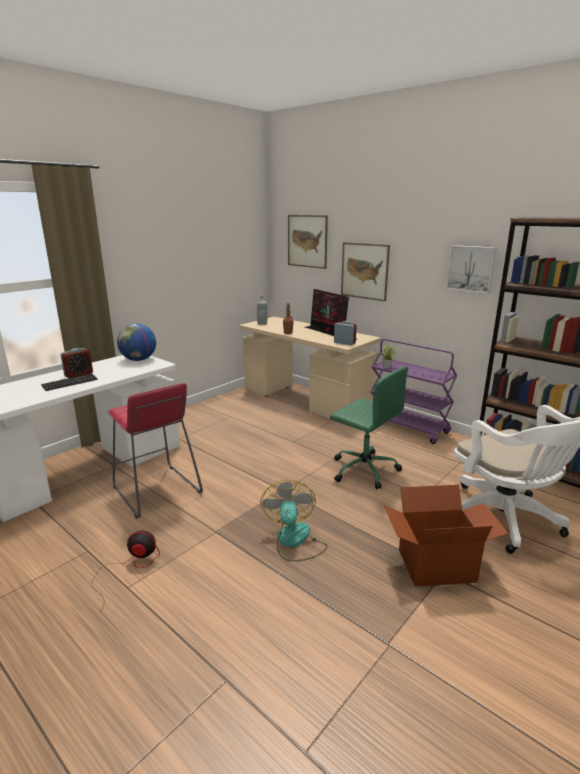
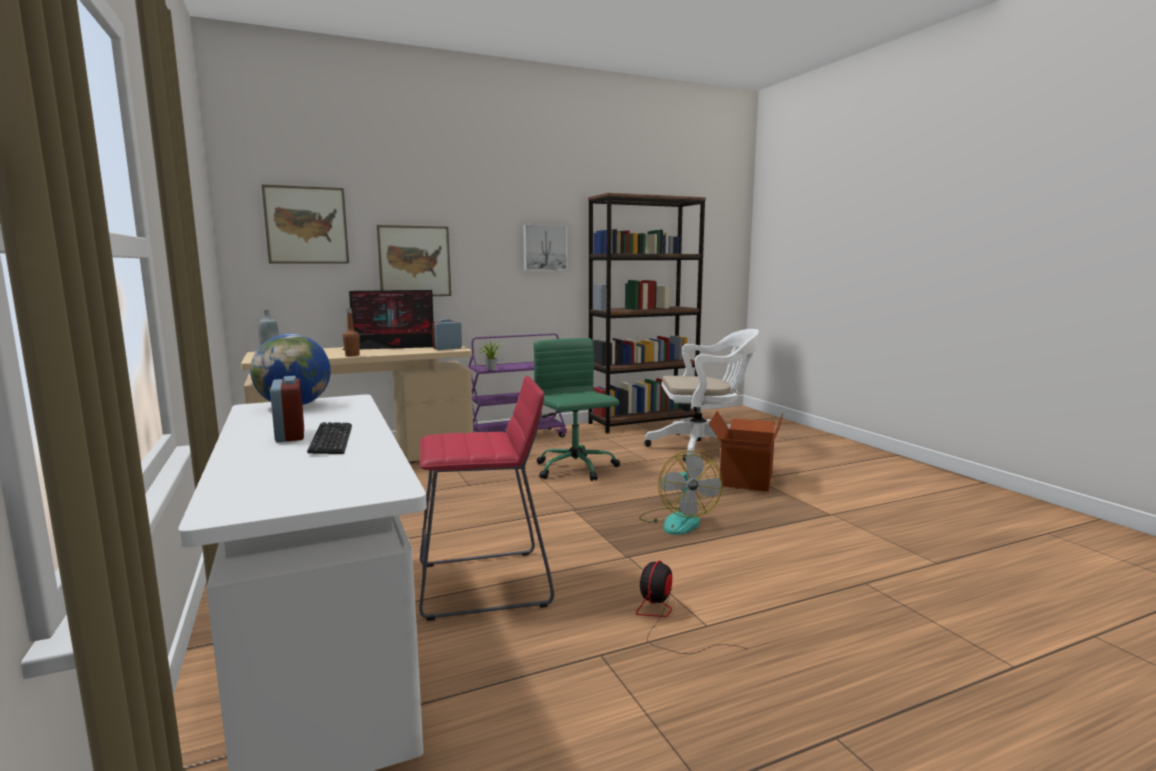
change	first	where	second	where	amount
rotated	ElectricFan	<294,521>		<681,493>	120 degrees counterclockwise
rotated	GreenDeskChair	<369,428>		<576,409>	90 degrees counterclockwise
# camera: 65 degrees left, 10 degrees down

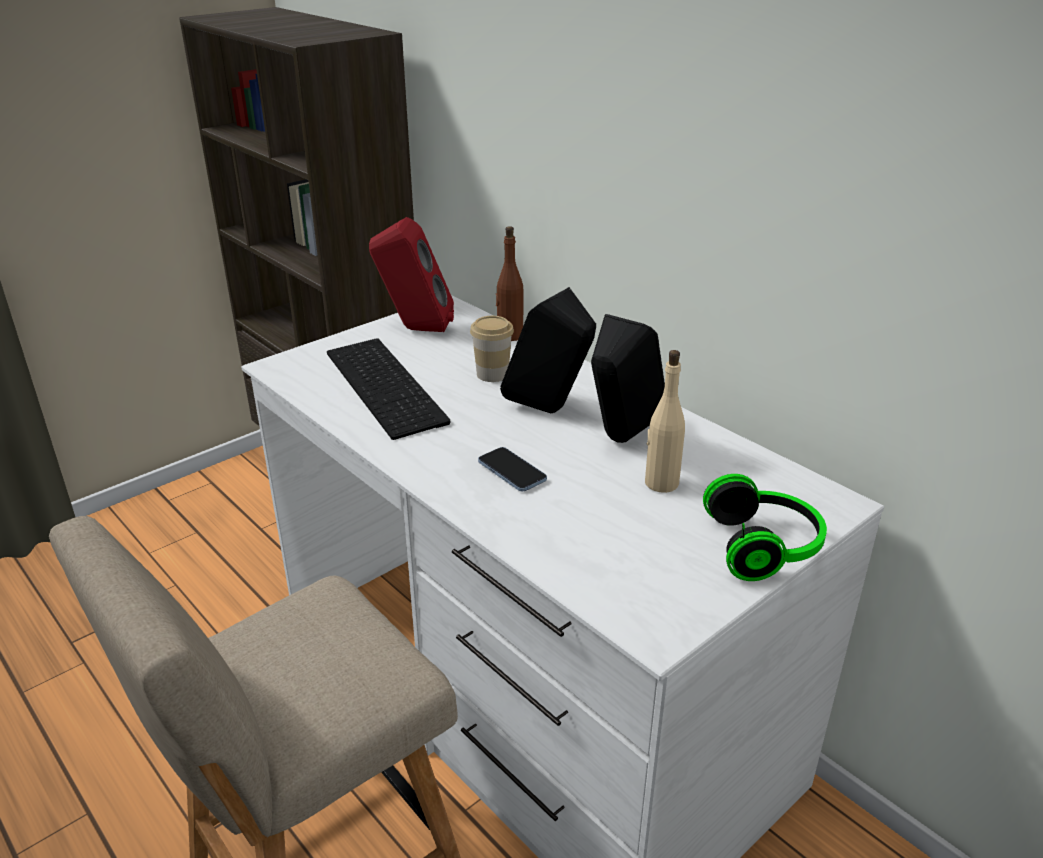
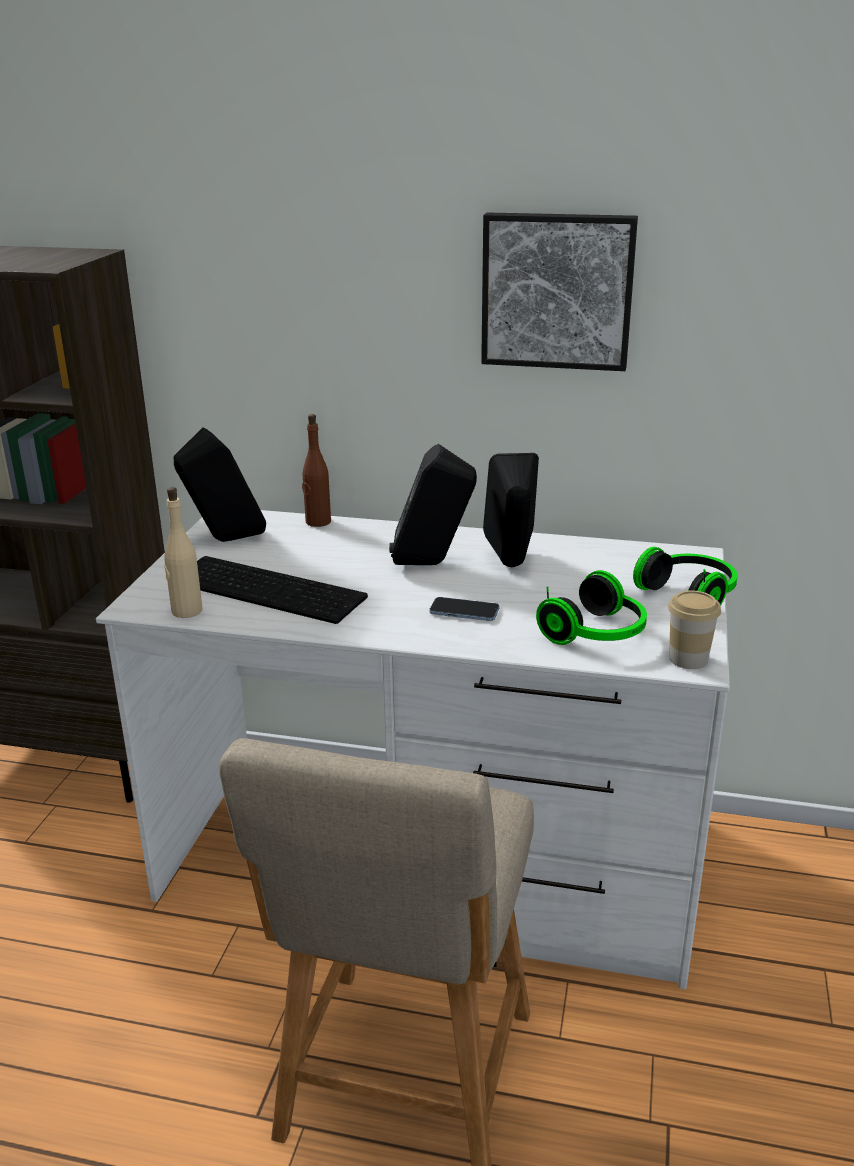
change	first	where	second	where	amount
repainted	RedLoudspeaker	<411,274>	BlackColouredLoudspeaker	<220,484>	
shifted	SmallCup	<492,349>		<694,630>	
shifted	SandColouredBeverageBottle	<665,421>		<183,552>	
new			WallArt	<559,291>	
new			Headphones	<591,607>	
# camera: 35 degrees left, 5 degrees down

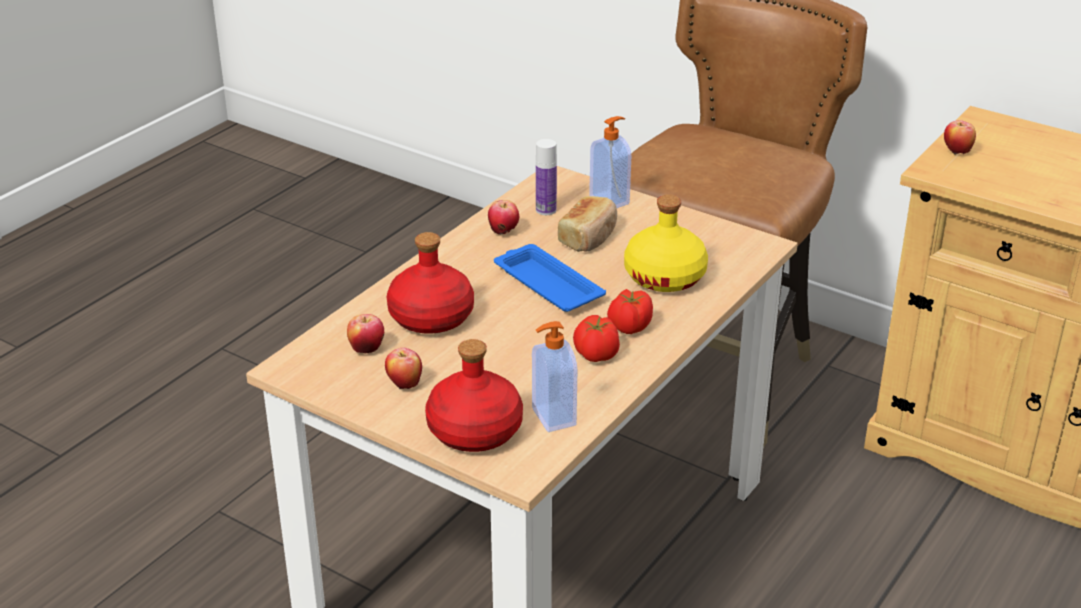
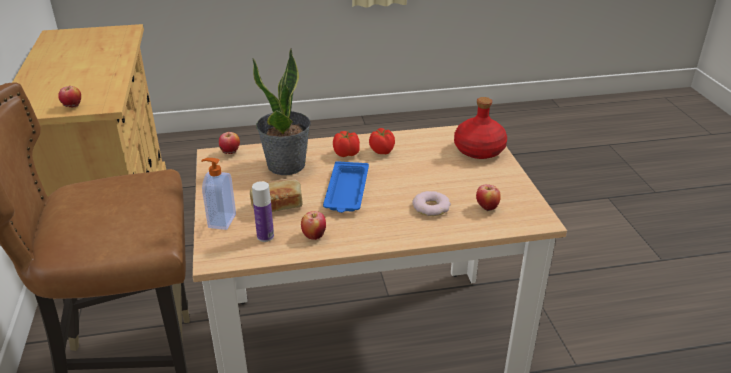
change	first	where	second	where	amount
shifted	AppleFruit	<403,368>		<229,143>	
swapped	RedBeverageBottle	<430,283>	RingDoughnut	<431,203>	
gone	SoapDispenser	<554,376>			
swapped	YellowColouredBeverageBottle	<666,243>	Houseplant	<282,112>	
# camera: 135 degrees left, 0 degrees up

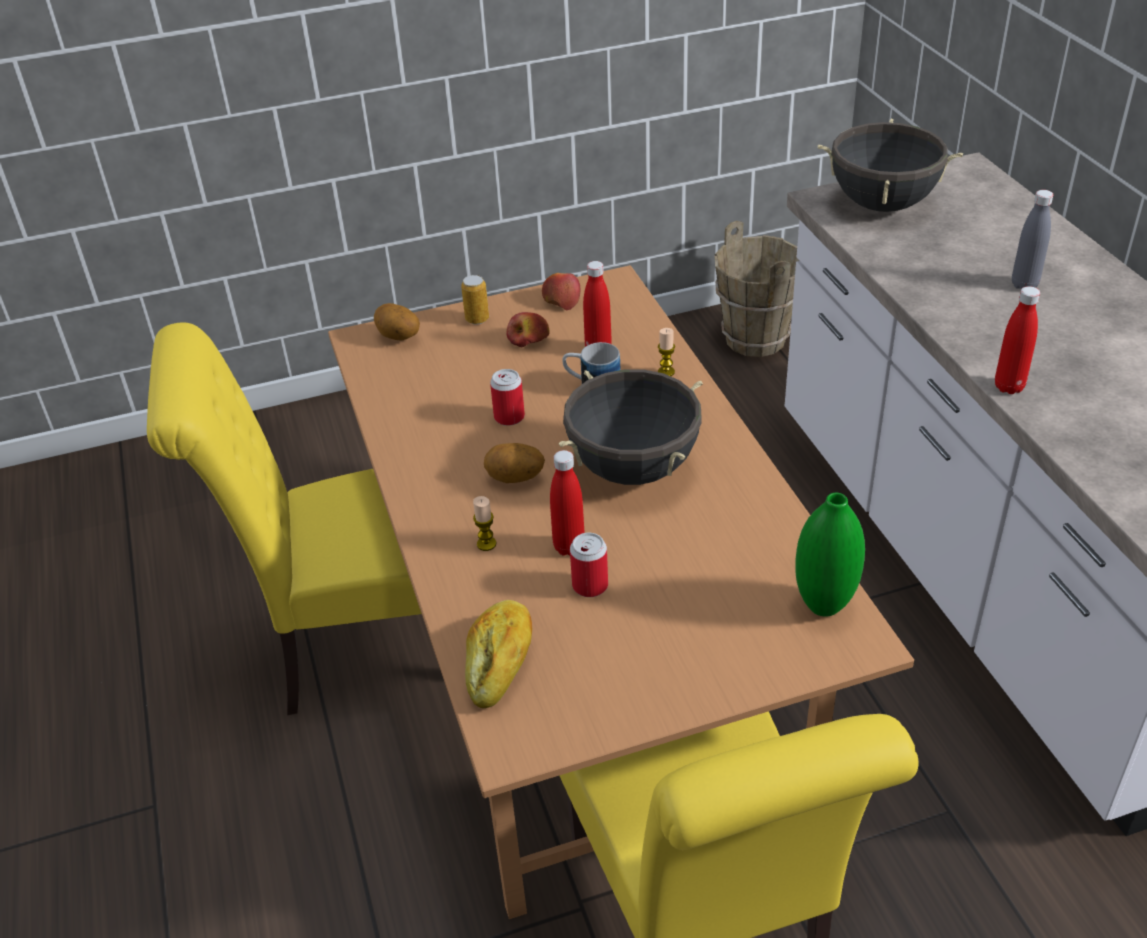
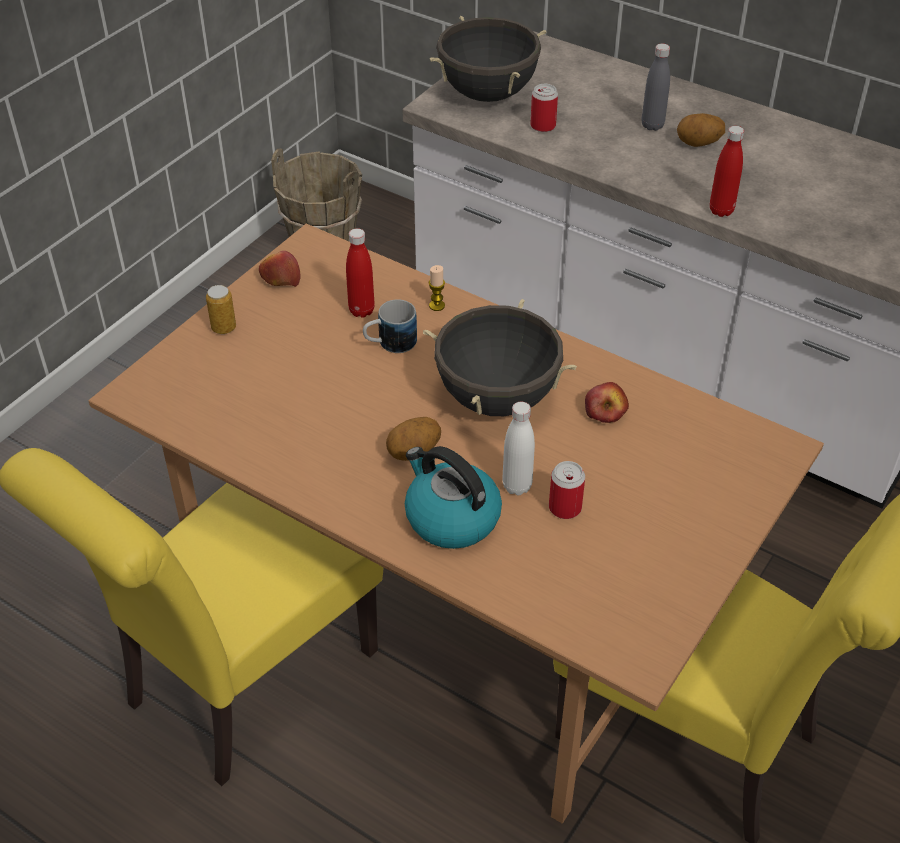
change	first	where	second	where	amount
shifted	WholePotato	<397,321>		<701,130>	
gone	BakedBread	<499,654>			
swapped	WaxLight	<484,523>	WaterKettle	<453,497>	
shifted	SealedCan	<507,397>		<544,108>	
shifted	AppleFruit	<528,330>		<607,402>	
repainted	RedBeverageBottle	<567,503>	WhitishBeverageBottle	<518,448>	
gone	GreenVase	<830,555>			
# camera: 40 degrees left, 5 degrees up

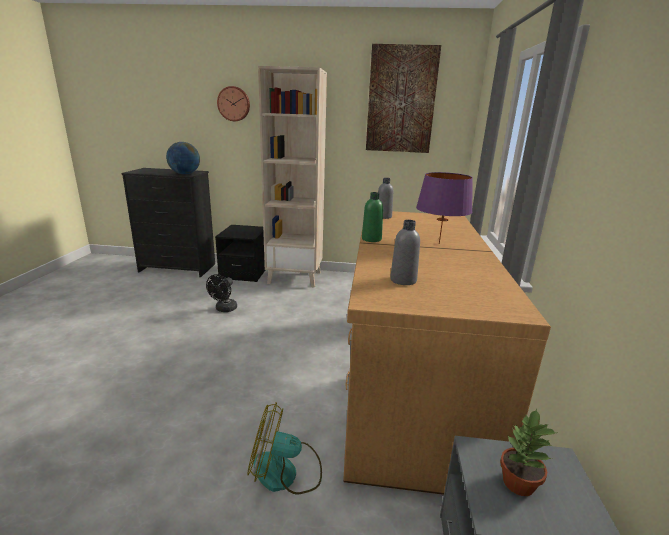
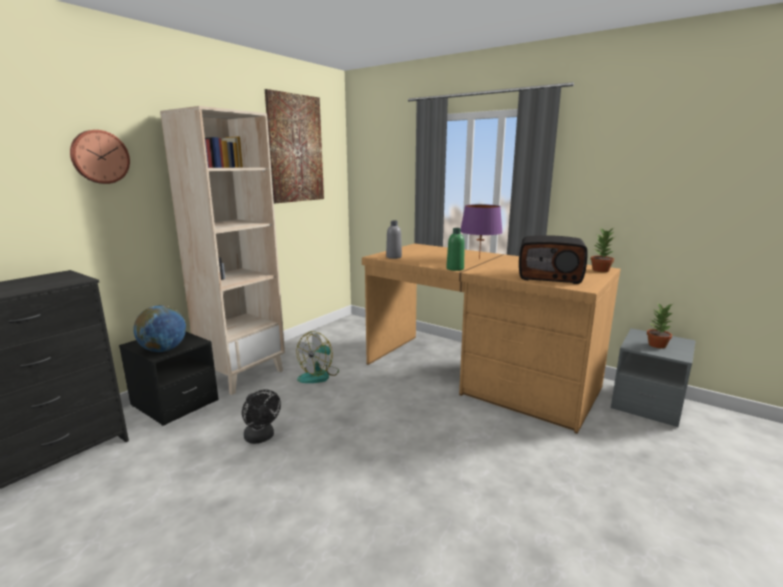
change	first	where	second	where	amount
shifted	Globe	<183,158>		<159,328>	
shifted	ElectricFan	<284,448>		<317,357>	
swapped	GrayBeverageBottle	<405,252>	Radio	<553,259>	
new			Houseplant	<602,250>	
# camera: 60 degrees left, 5 degrees down

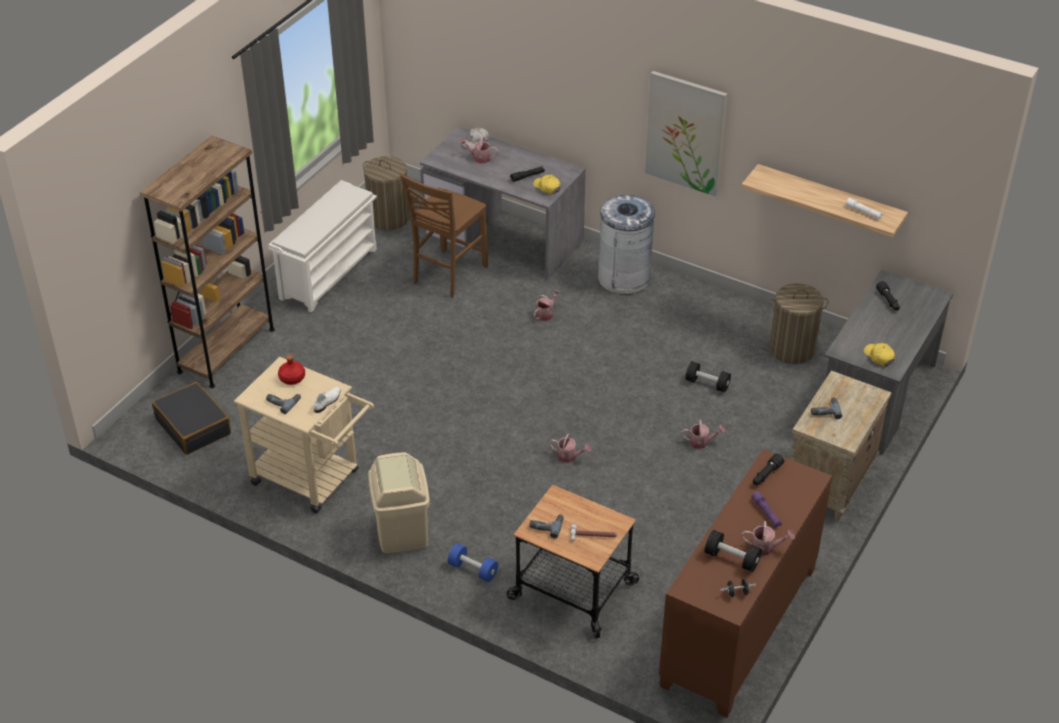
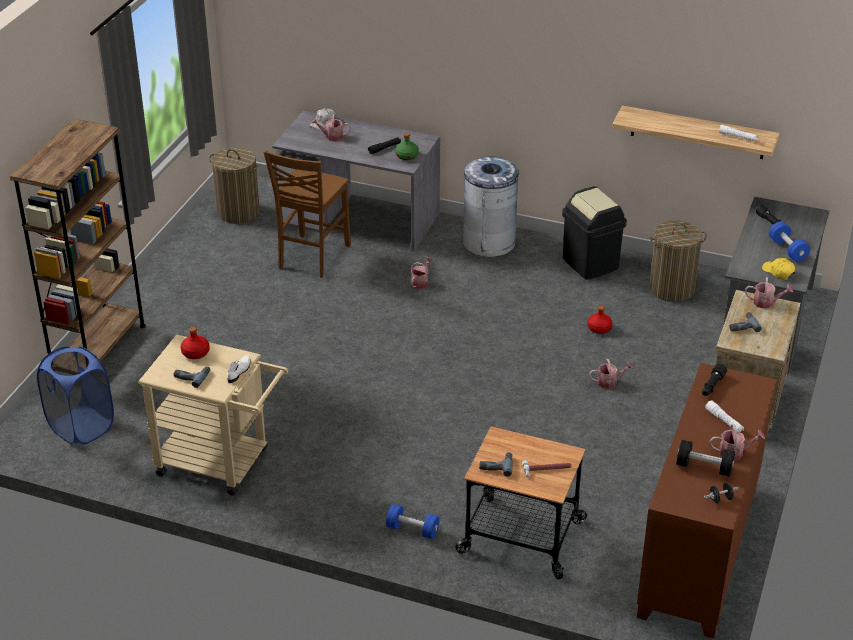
change	first	where	second	where	amount
swapped	BlackColouredTravelCase	<191,418>	BluishHamper	<75,395>	
gone	WhitishShoeShelf	<322,246>			
gone	SandColouredWasteBin	<399,502>			
swapped	YellowColouredBaseballCap	<547,184>	GreenBeverageBottle	<407,146>	
shifted	WateringCan	<570,448>		<769,293>	
gone	WallArt	<686,134>			
swapped	BlackColouredDumbbell	<708,376>	RedBeverageBottle	<599,320>	
repainted	PurpleHandTorch	<766,509>	WhitishHandTorch	<724,416>	
new			BlackColouredWasteBin	<594,233>	
new			BluishDumbbell	<789,241>	
# camera: 10 degrees left, 5 degrees down

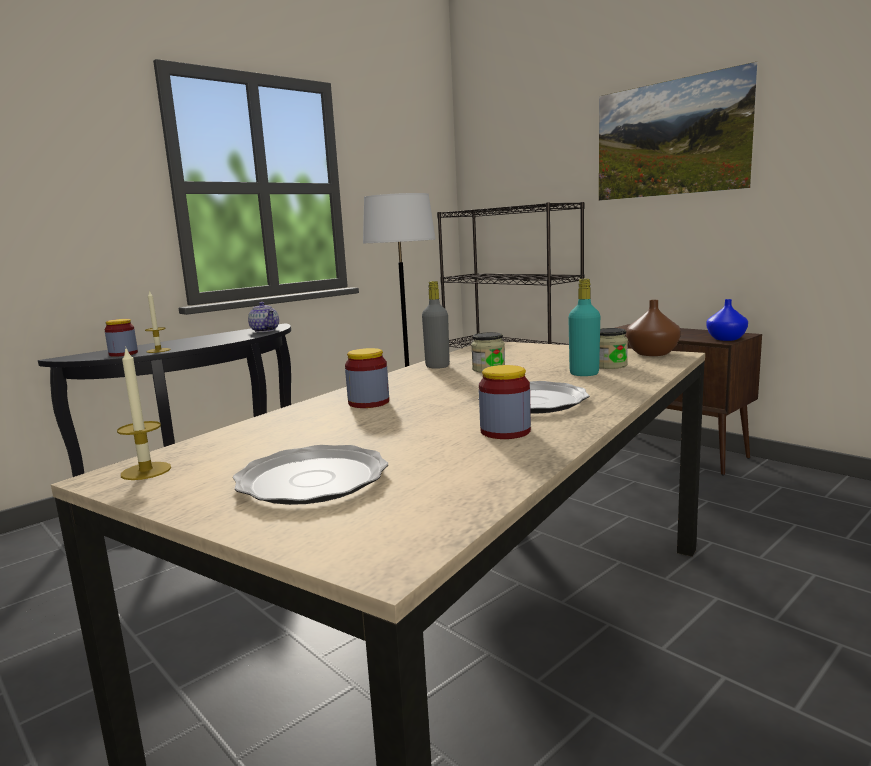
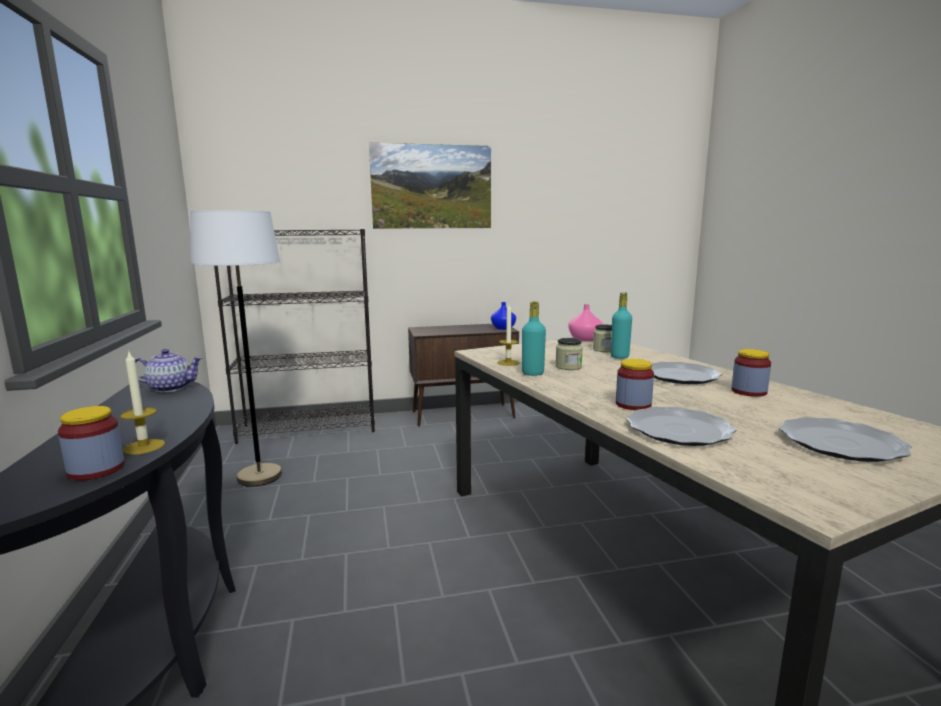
change	first	where	second	where	amount
shifted	WaxLight	<144,413>		<508,335>	
repainted	GrayBeverageBottle	<436,325>	TurquoiseColouredBeverageBottle	<534,338>	
repainted	BrownVase	<653,328>	PinkVase	<585,323>	
new			DinnerPlate	<681,426>	
# camera: 60 degrees left, 0 degrees up

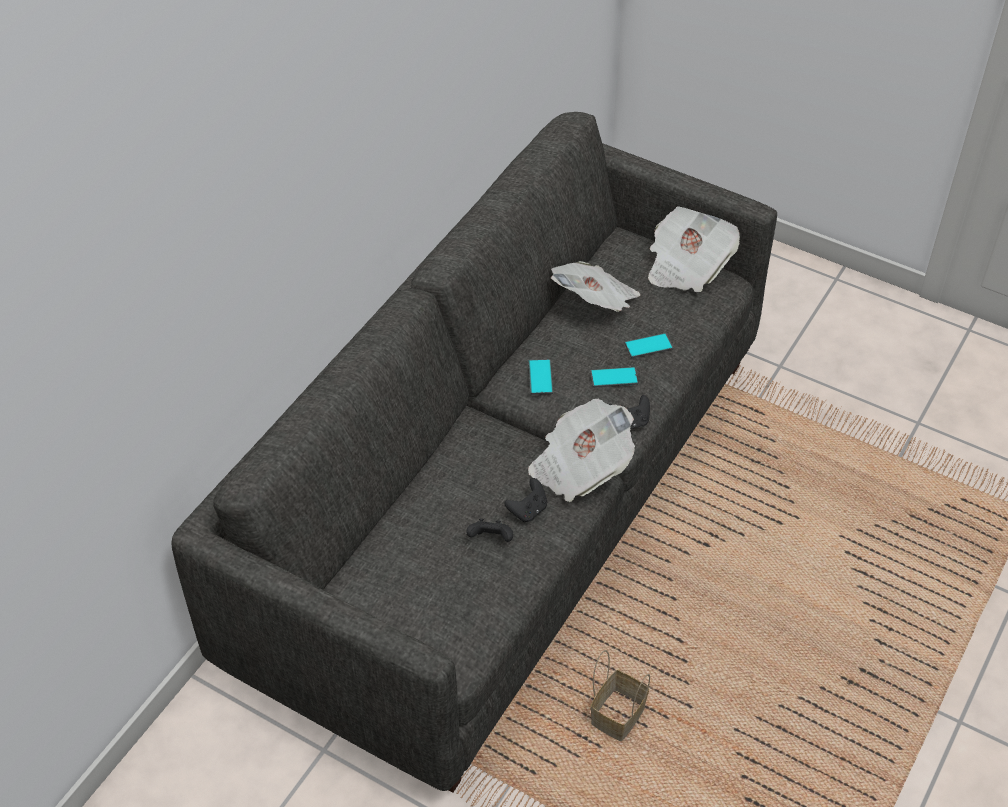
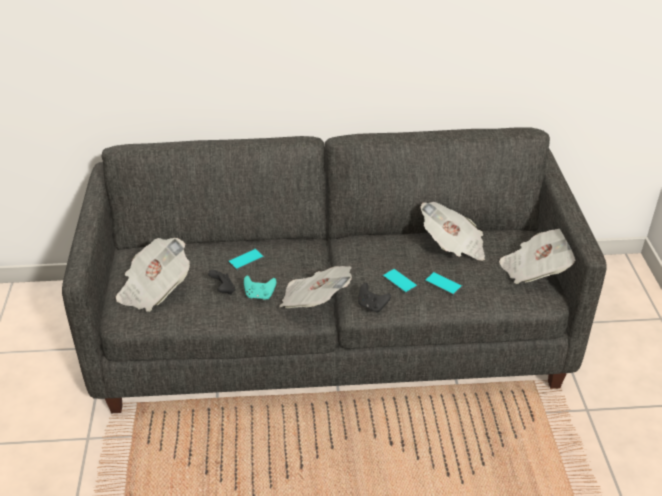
change	first	where	second	where	amount
repainted	BlackColouredJoypad	<525,500>	TurquoiseColouredJoypad	<260,287>	
shifted	Phone	<541,377>		<246,259>	
gone	HouseholdBasket	<620,695>			
new			PrintedPaper	<153,275>	
# camera: 55 degrees right, 10 degrees down

